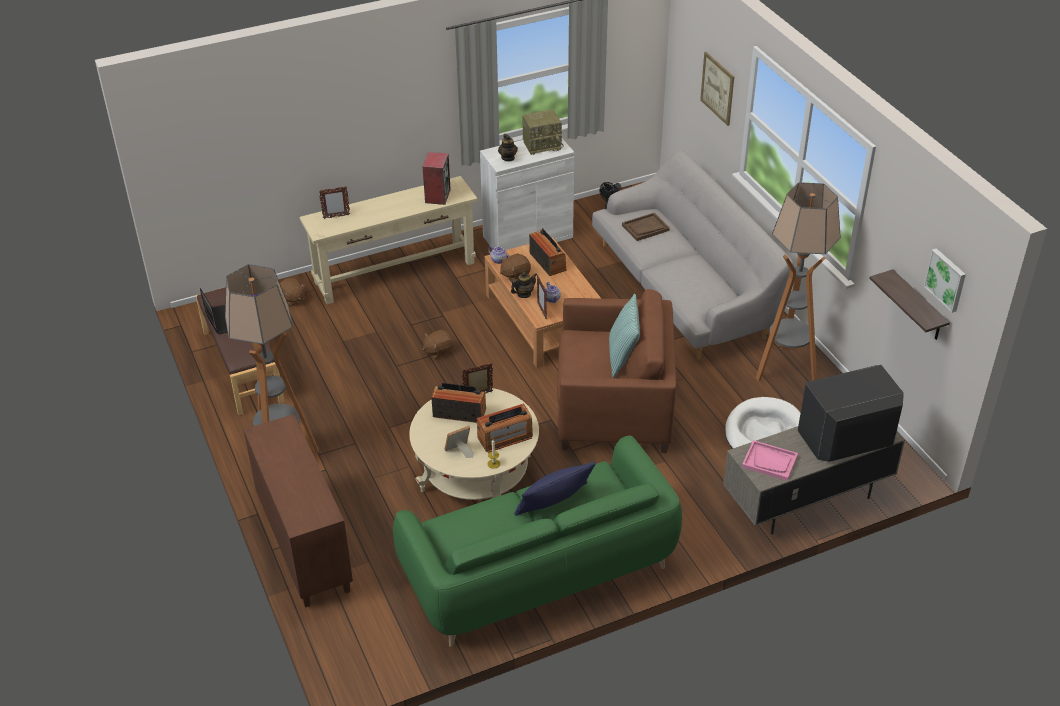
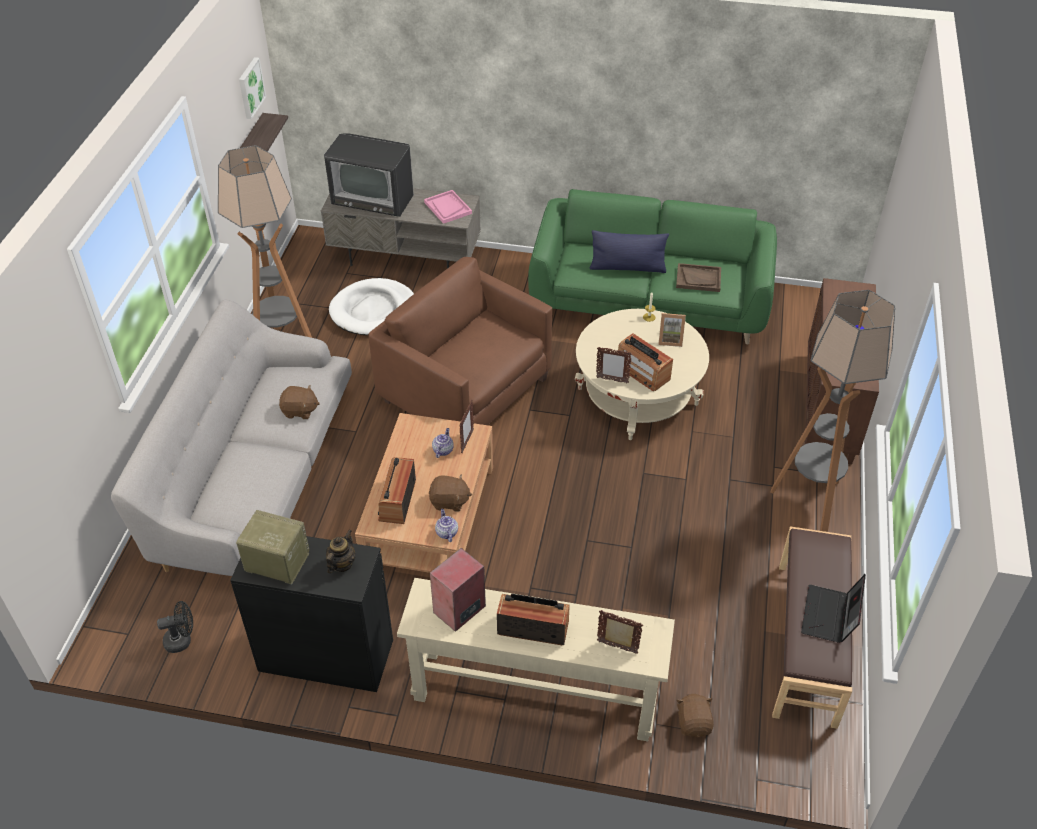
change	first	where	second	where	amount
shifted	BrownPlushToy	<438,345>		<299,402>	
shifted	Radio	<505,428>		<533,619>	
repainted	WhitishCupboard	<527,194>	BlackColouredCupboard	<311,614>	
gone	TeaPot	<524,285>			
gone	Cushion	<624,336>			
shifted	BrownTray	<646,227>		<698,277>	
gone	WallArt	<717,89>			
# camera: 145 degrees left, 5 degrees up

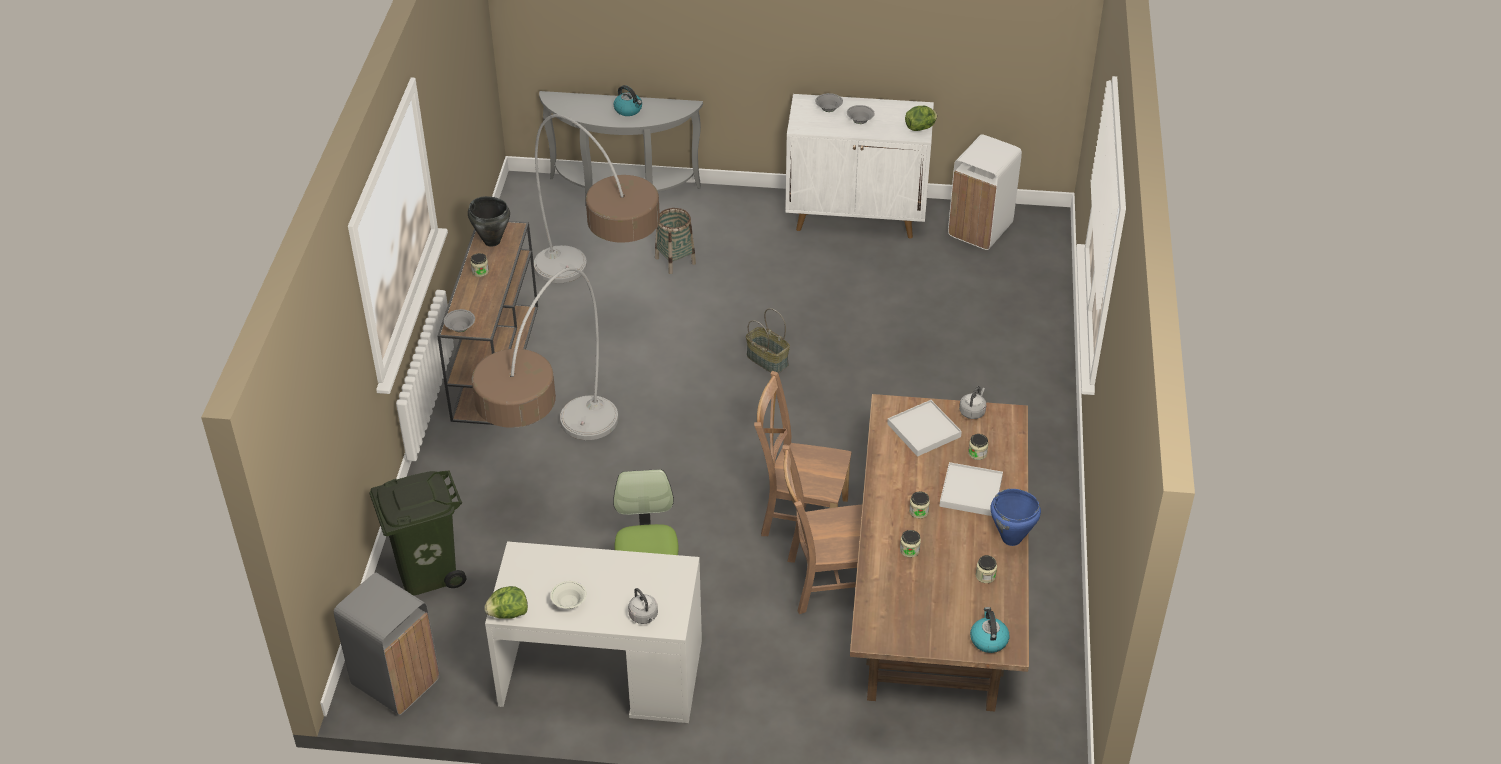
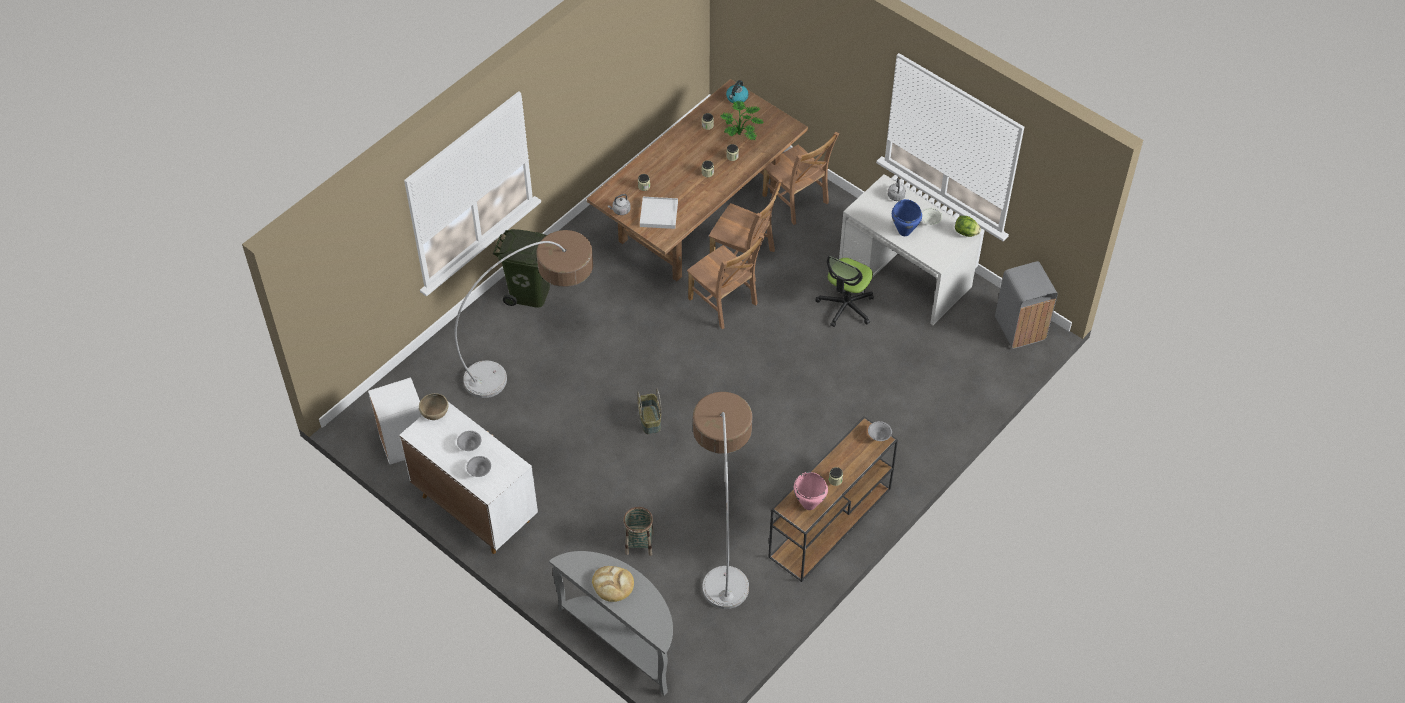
change	first	where	second	where	amount
shifted	GreenWasteBin	<418,533>		<521,268>	
repainted	BlackColouredStockpot	<489,221>	PinkStockpot	<811,491>	
shifted	StandingLamp	<545,353>		<524,314>	
swapped	WaterKettle	<627,100>	BakedBread	<613,584>	
swapped	HeadOfLettuce	<921,118>	BrownBowl	<433,406>	
gone	WhitishTray	<971,489>			
shifted	BluishStockpot	<1015,517>		<907,217>	
new			Houseplant	<742,120>	
new			BrownPlainChair	<800,178>	
# camera: 145 degrees left, 10 degrees up

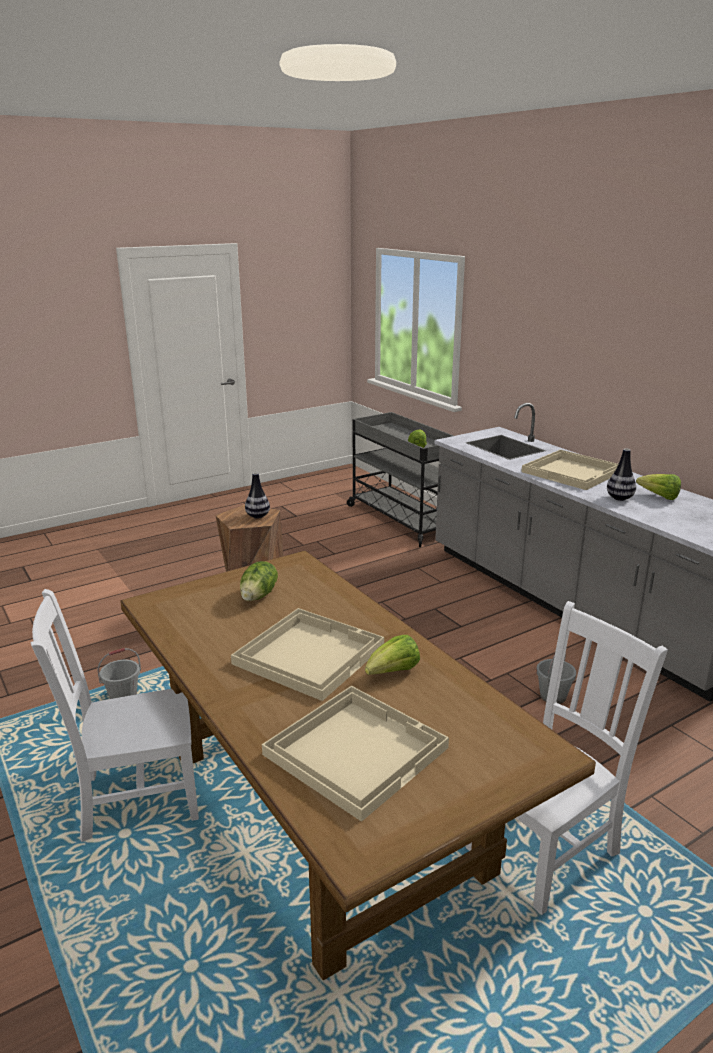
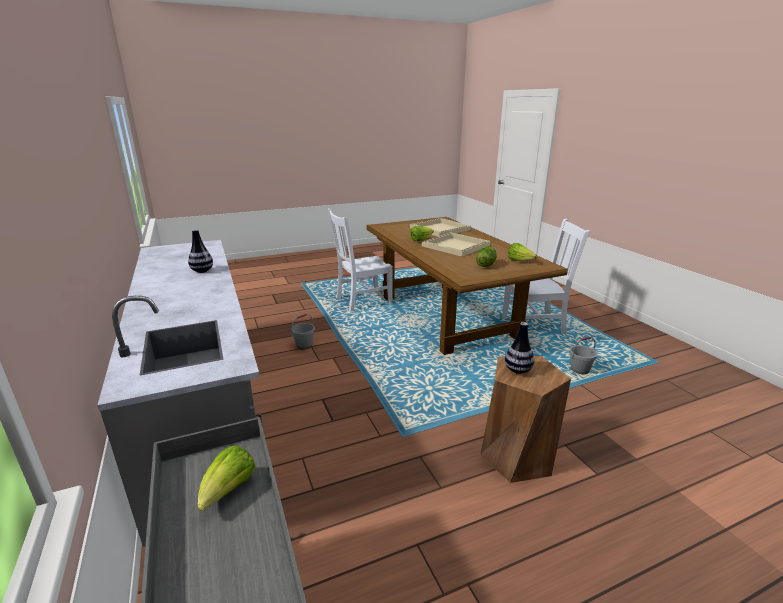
change	first	where	second	where	amount
gone	SandColouredTray	<569,470>			
shifted	HeadOfLettuce	<658,487>		<522,252>	
# camera: 170 degrees left, 0 degrees up

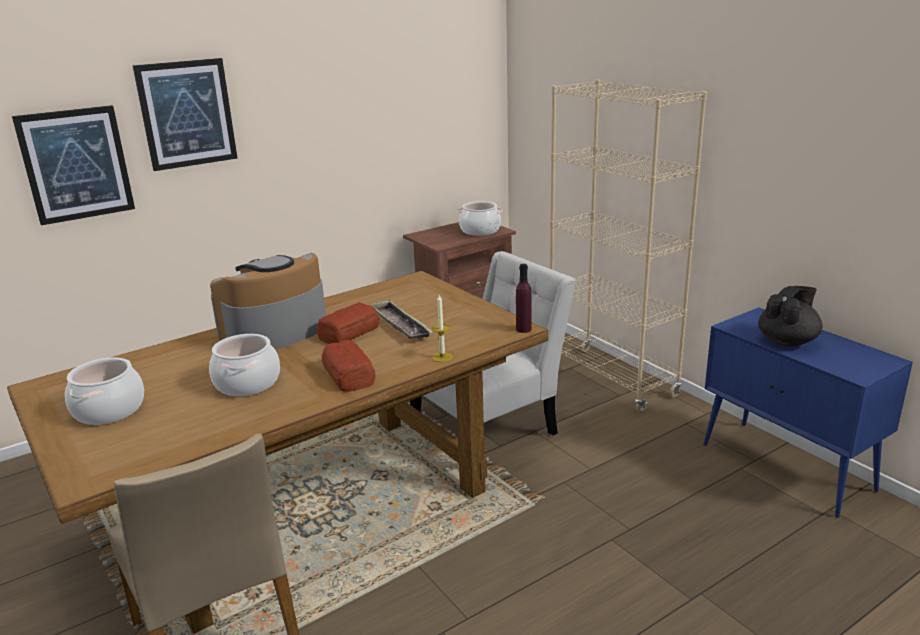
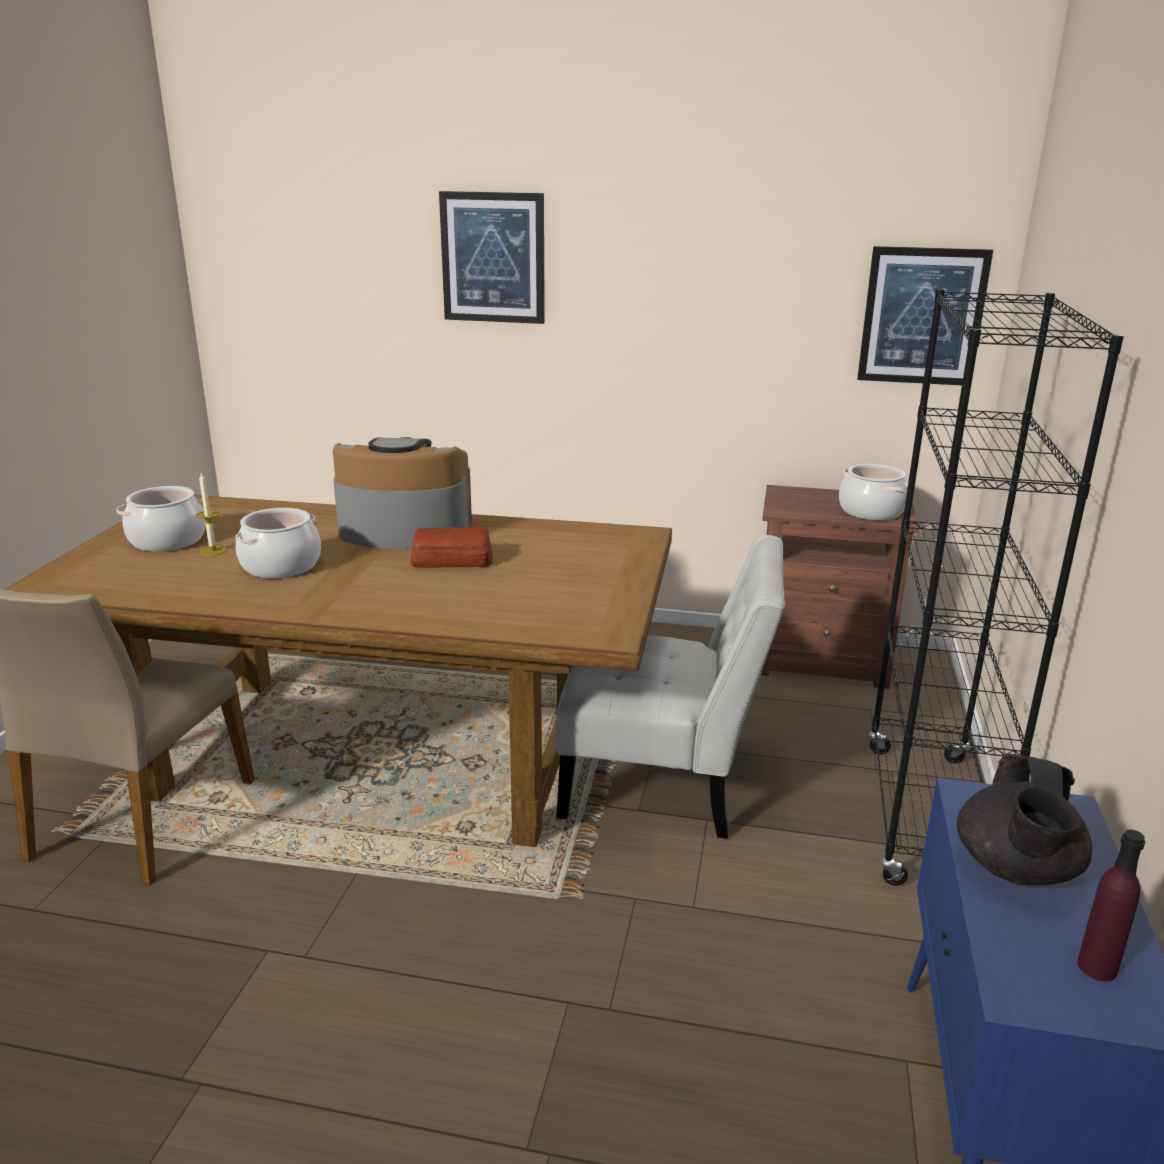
change	first	where	second	where	amount
shifted	WallArt	<73,165>		<925,315>	
gone	BakedBread	<349,366>			
gone	Tray	<400,319>			
shifted	WaxLight	<442,328>		<211,514>	
shifted	PurpleBeverageBottle	<523,298>		<1111,905>	
repainted	SandColouredBookshelf	<628,246>	BlackColouredBookshelf	<996,587>	
rotated	BlackColouredTeaPot	<790,316>		<1024,819>	105 degrees clockwise
# camera: 45 degrees right, 0 degrees up

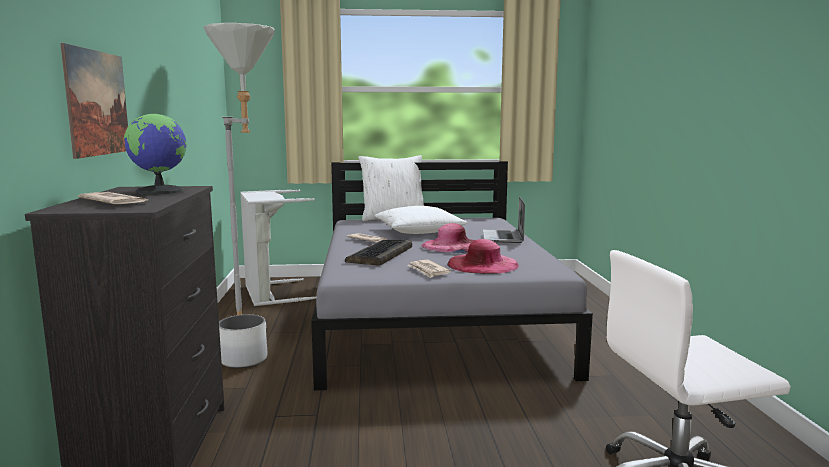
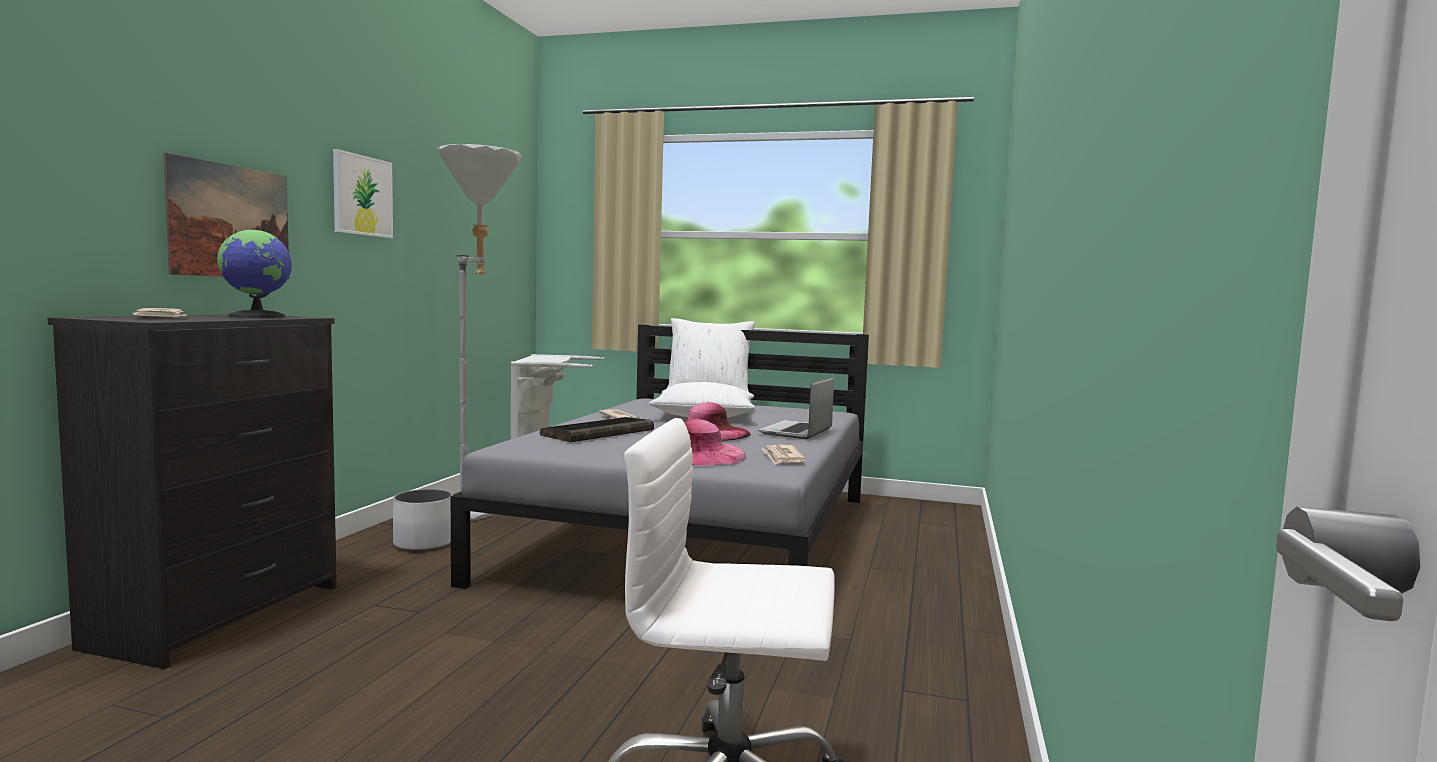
change	first	where	second	where	amount
shifted	PrintedPaper	<429,269>		<784,455>	
new			WallArt	<363,193>	
# camera: 20 degrees right, 5 degrees down

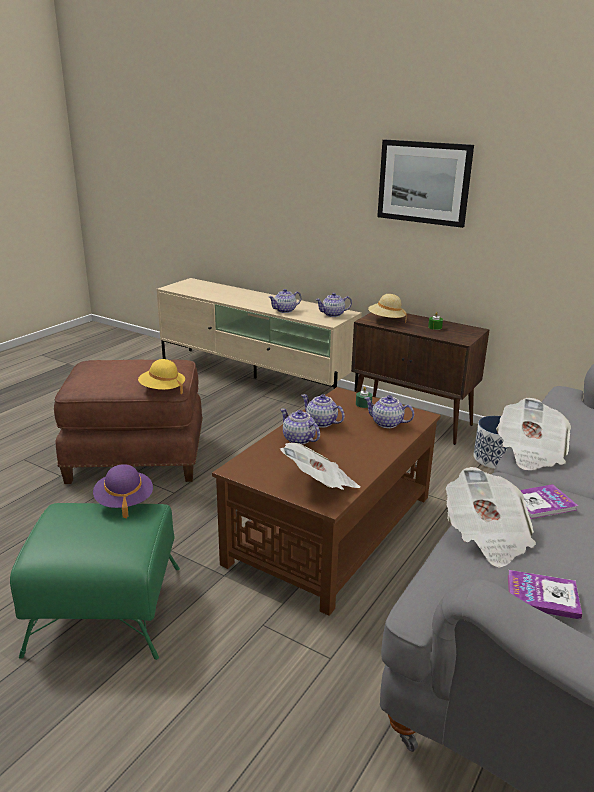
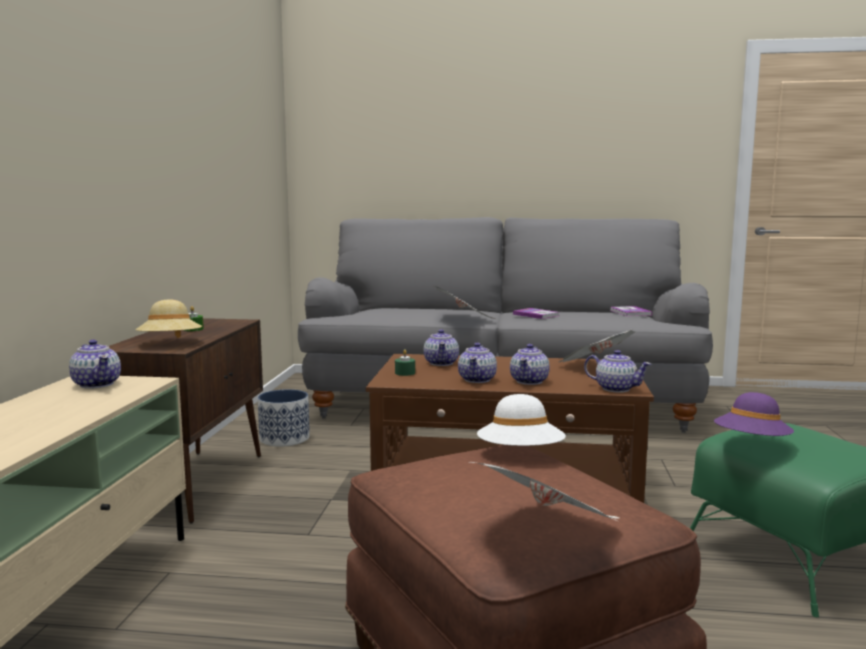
change	first	where	second	where	amount
repainted	YellowColouredHat	<161,376>	WhitishHat	<521,420>	
shifted	TeaPot	<285,301>		<617,371>	
gone	WallArt	<425,184>			
shifted	PrintedPaper	<491,517>		<544,492>	
# camera: 115 degrees left, 15 degrees down

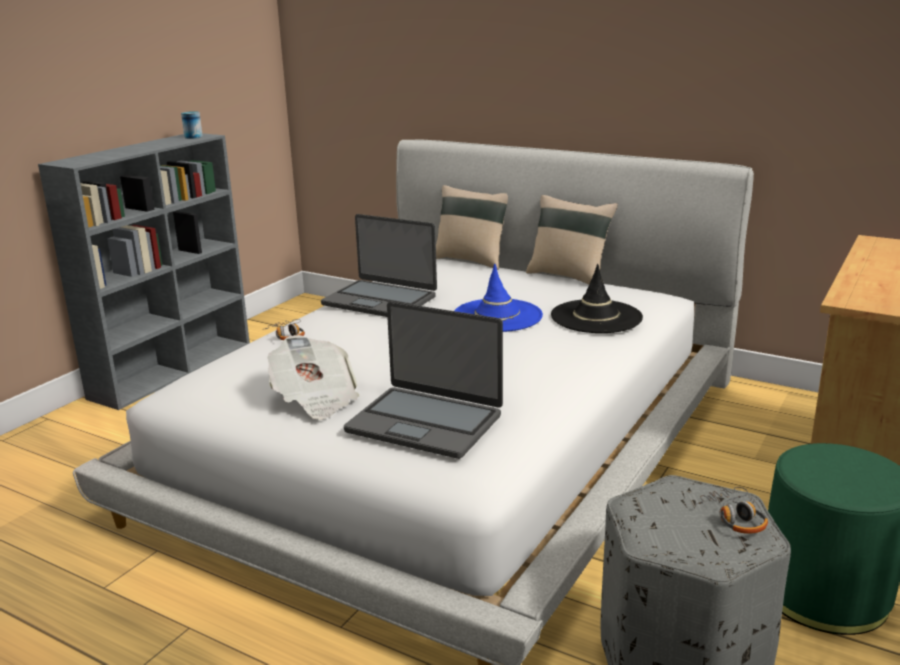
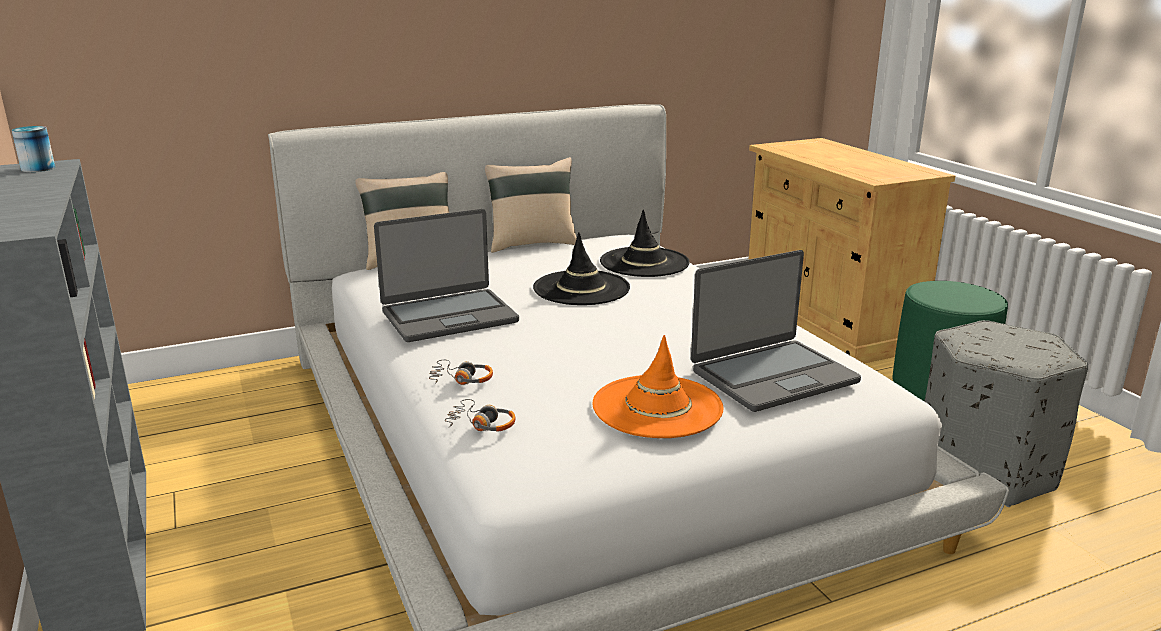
change	first	where	second	where	amount
swapped	PrintedPaper	<313,377>	OrangeHat	<658,386>	
repainted	BluishHat	<498,298>	BlackColouredHat	<581,268>	
shifted	Headphones	<732,510>		<480,415>	
# camera: 55 degrees left, 0 degrees up

